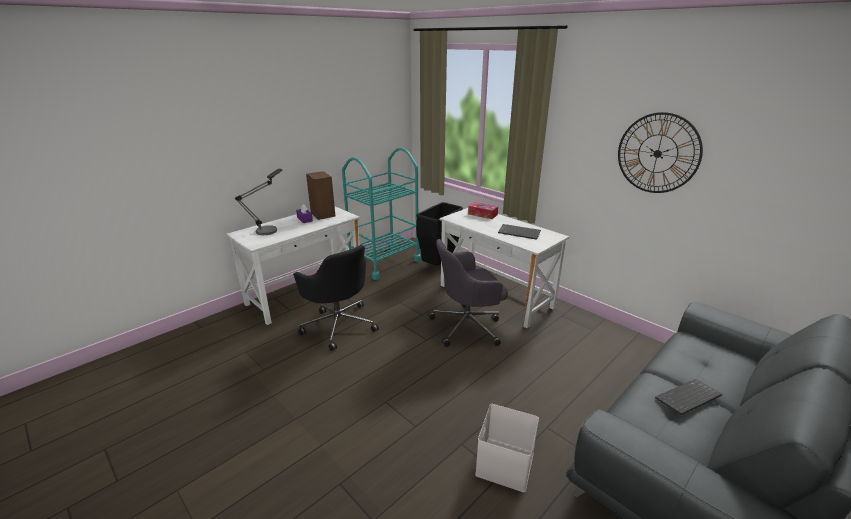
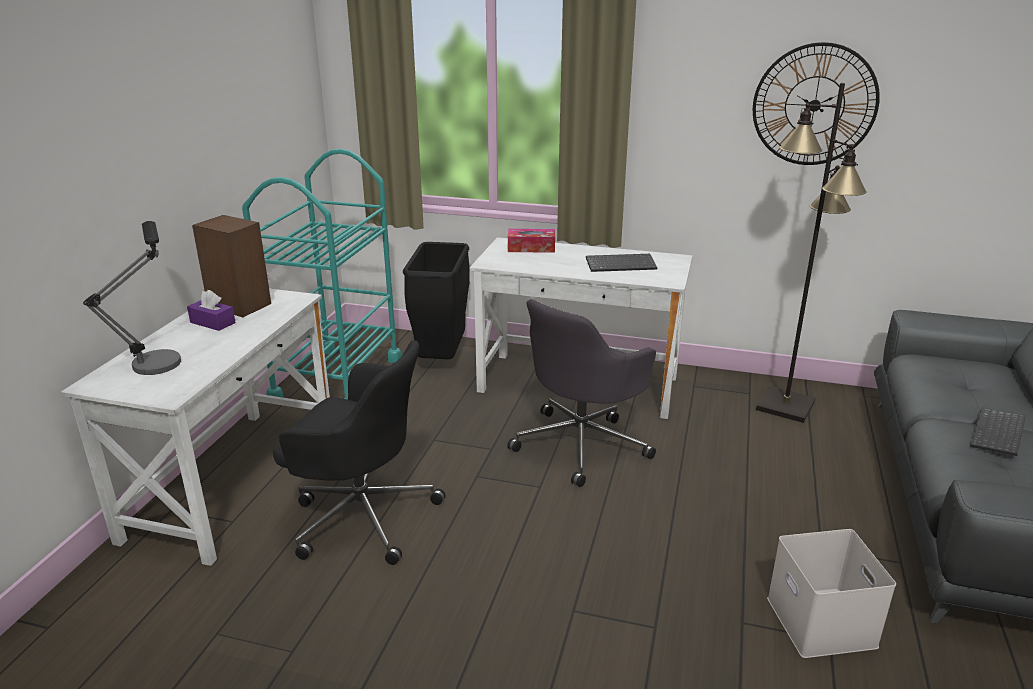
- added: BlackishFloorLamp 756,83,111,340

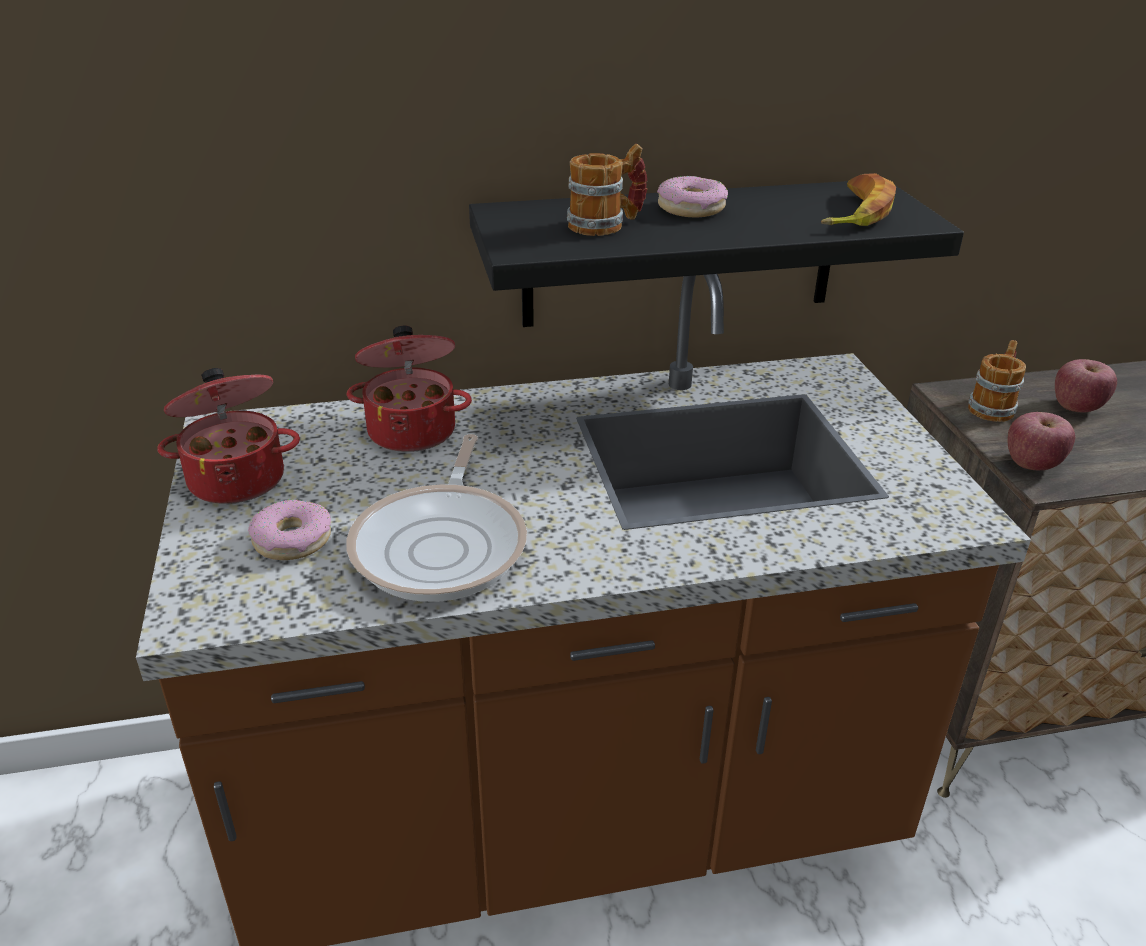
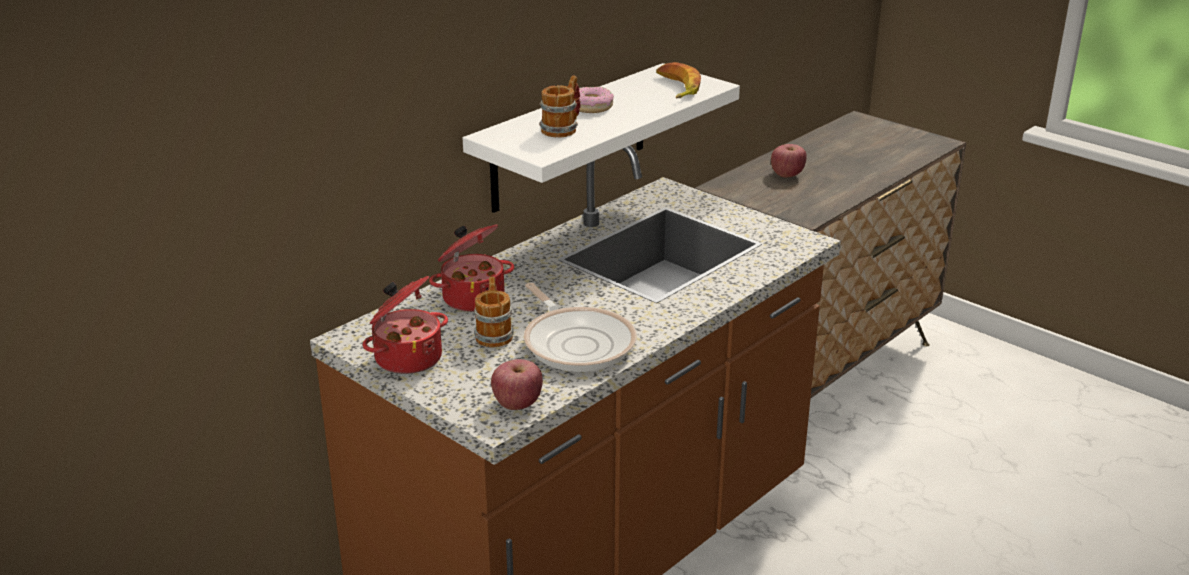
- recoloured: BlackishWallShelf 469,181,495,146 to WhitishWallShelf 463,63,277,150
- moved: CoffeeMug 968,340,58,82 to 474,277,39,70
- moved: WholeApple 1008,412,67,58 to 491,359,52,51
- removed: Doughnut 248,500,83,60

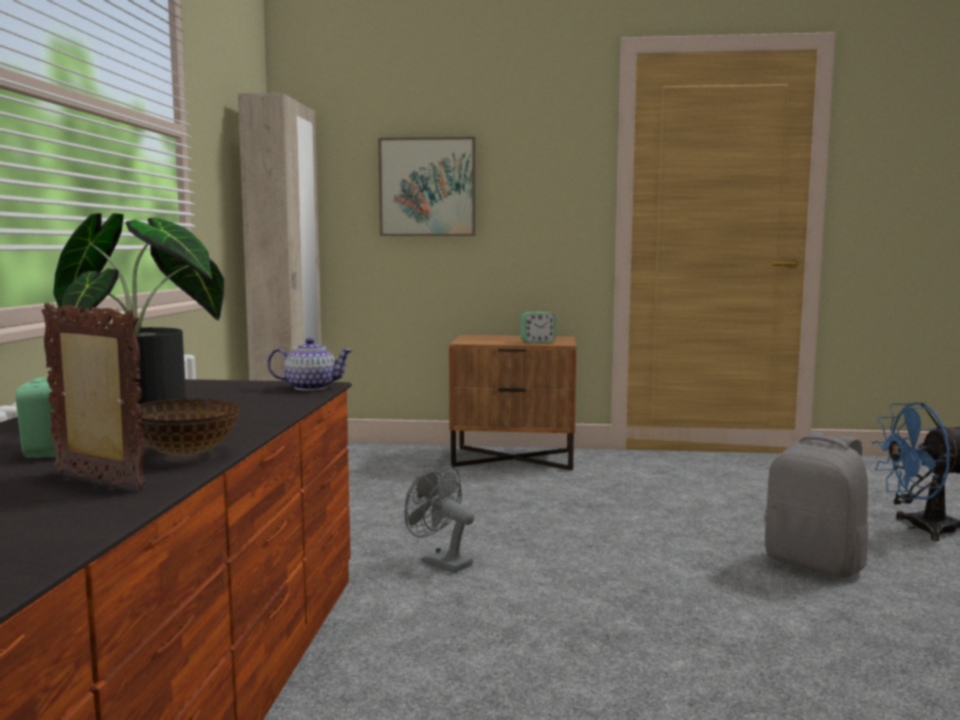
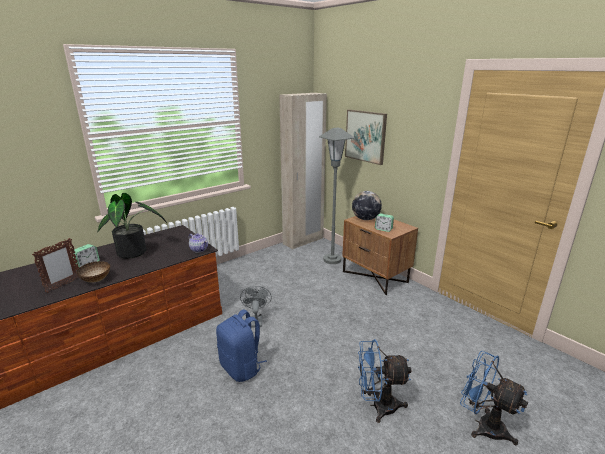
- turned: StandingFrame 41,303,105,187 = 32,238,47,55 45 degrees clockwise
- replaced: GreyKnapsack 764,431,104,147 to BlueFan 358,339,53,84
- added: GreyFloorLamp 319,127,36,137
- added: Globe 352,191,30,29
- added: BlueKnapsack 216,309,51,73

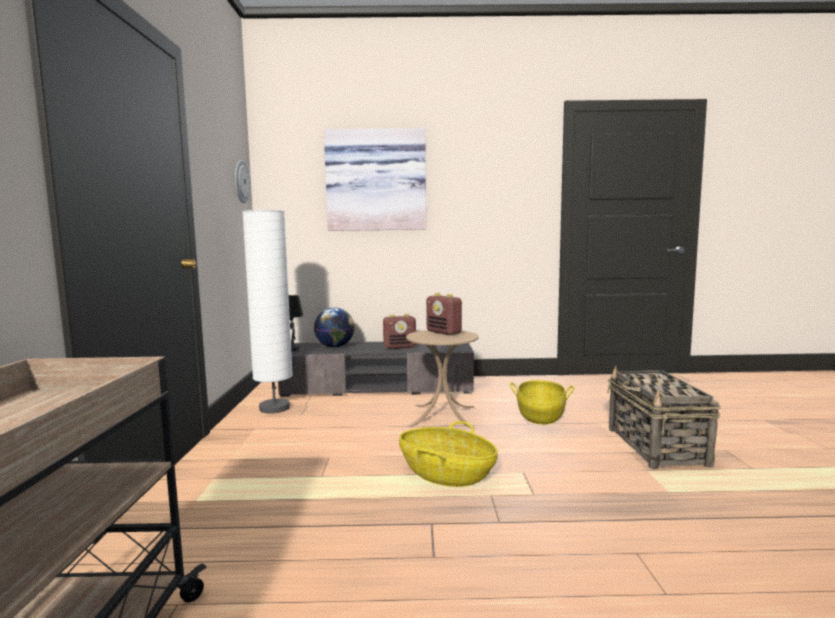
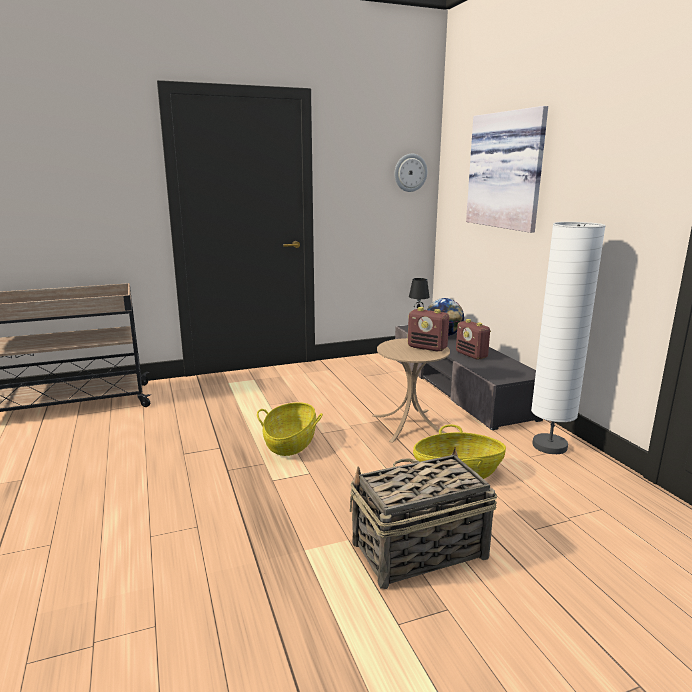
- moved: WhitishFloorLamp 242,210,51,204 to 531,222,75,232
- turned: RadioReceiver 426,293,37,42 = 408,307,41,45 90 degrees counterclockwise

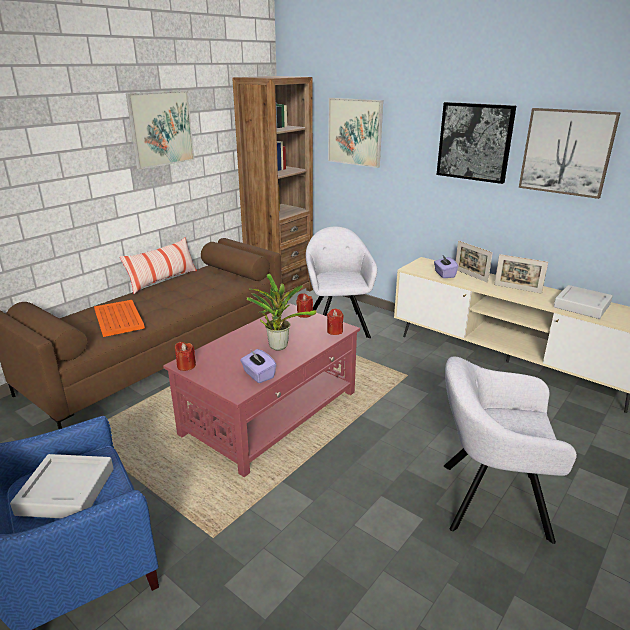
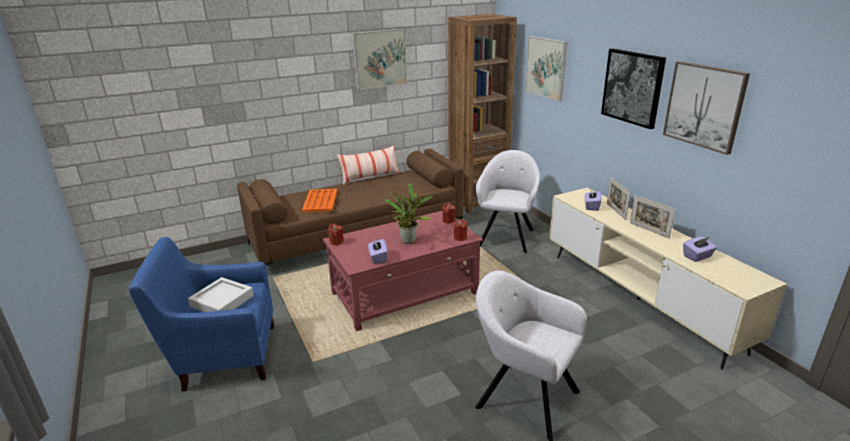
- replaced: GreyServingTray 554,285,59,34 to PurpleColouredTissueHolder 683,237,34,25

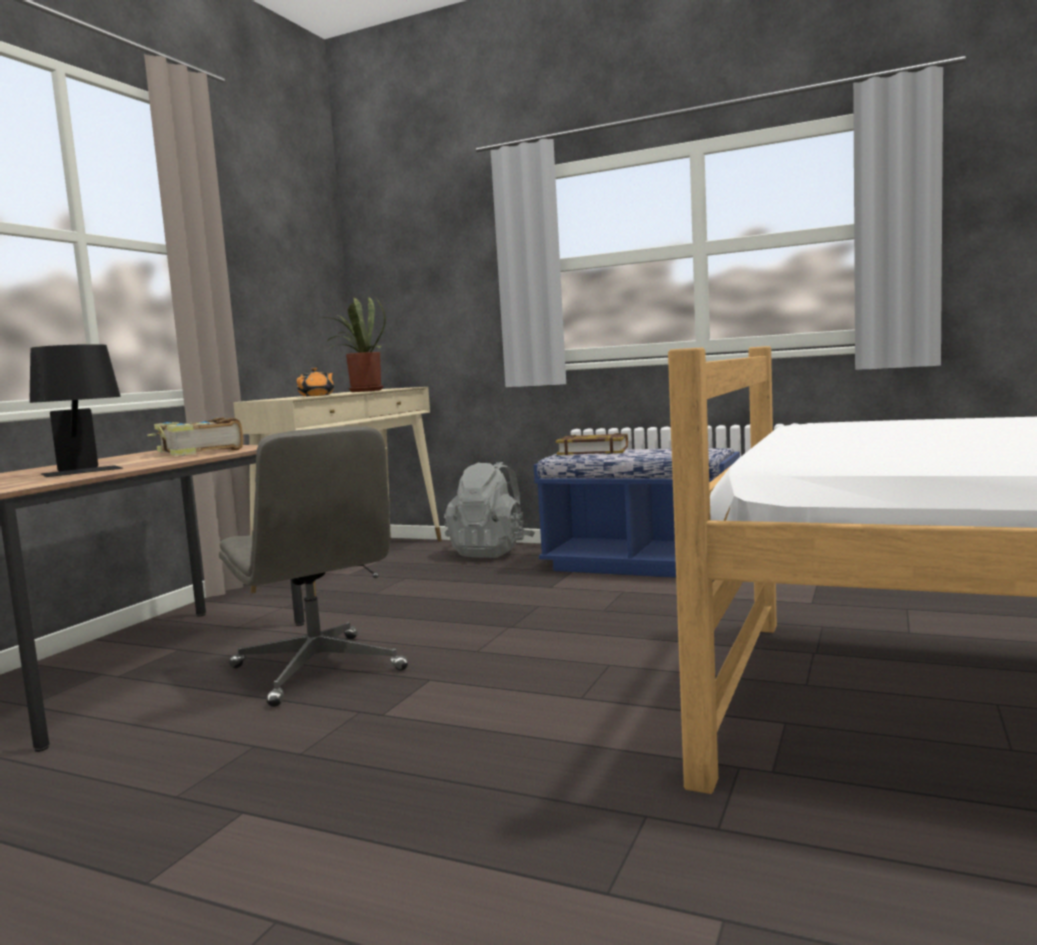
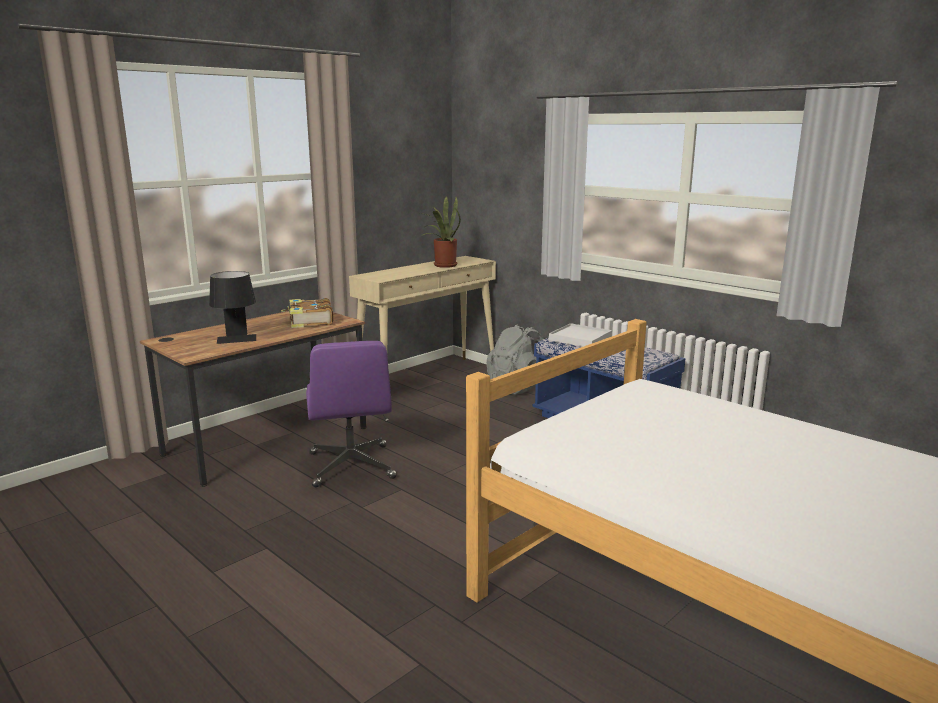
- removed: OrangeTeaPot 297,368,37,28
- recoloured: GreyComputerChair 219,426,189,281 to PurpleColouredComputerChair 306,341,90,146
- replaced: Volume 556,433,72,22 to WhitishServingTray 549,323,63,24

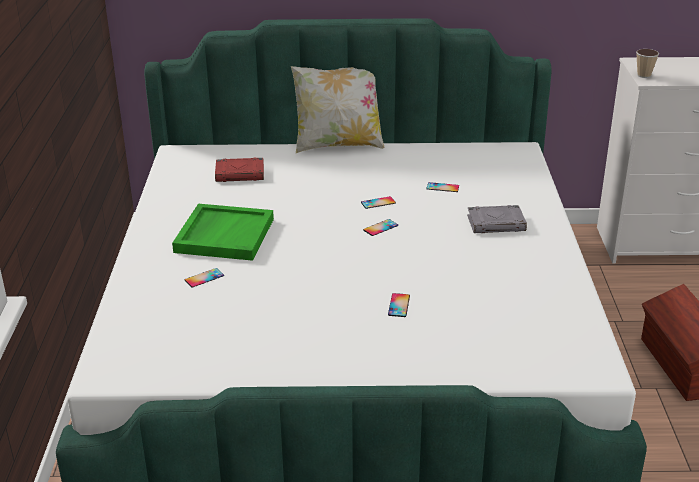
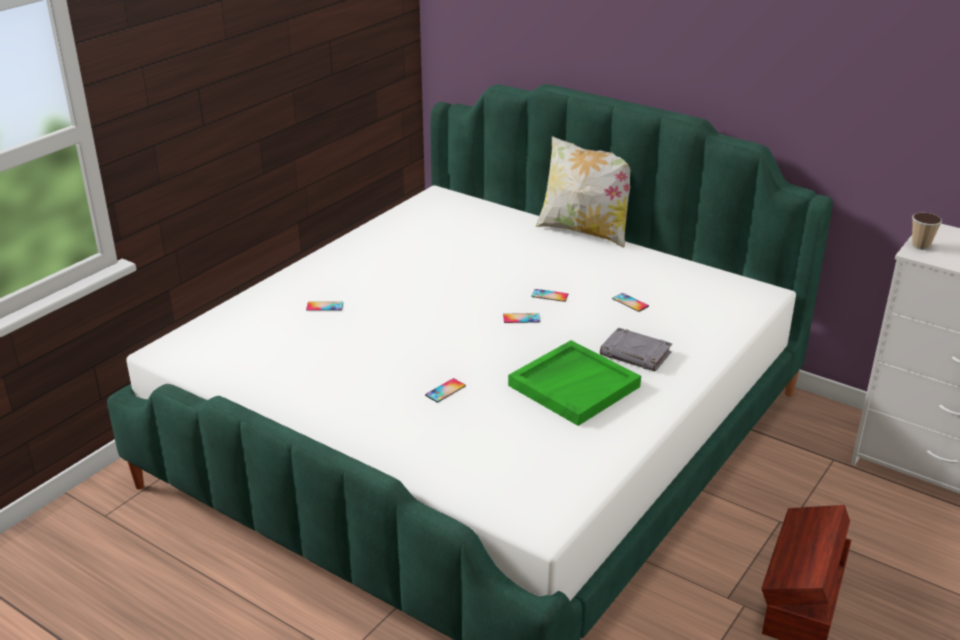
- removed: ReddishVolume 215,157,49,25
- moved: GreenColouredServingTray 172,204,102,57 to 508,340,133,86

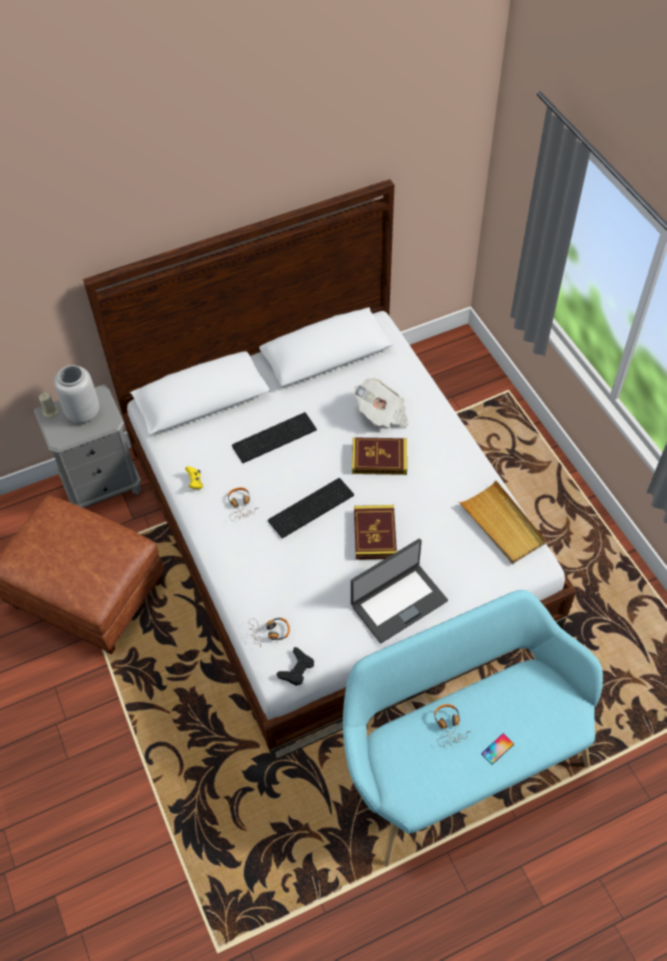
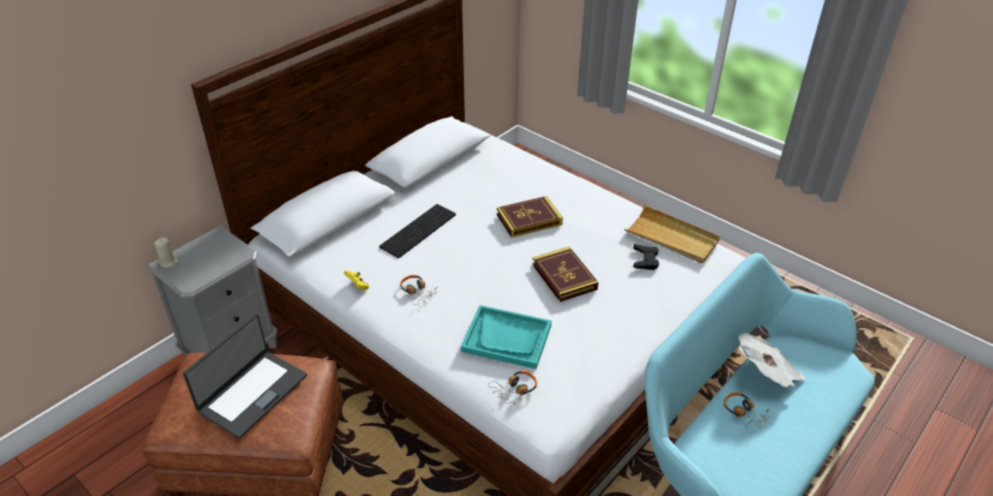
- removed: GreyVase 54,365,45,58
- moved: DailyPaper 354,378,54,50 to 738,333,67,55
- removed: PcKeyboard 268,478,86,60
- moved: NotebookComputer 351,539,97,104 to 183,314,124,125
- moved: BlackishGamepad 276,647,38,39 to 633,244,26,26
- removed: Telephone 481,734,33,31
- added: TurquoiseColouredServingTray 461,305,91,64

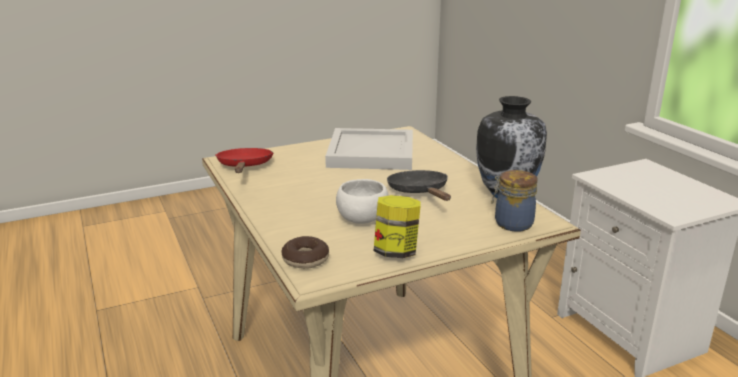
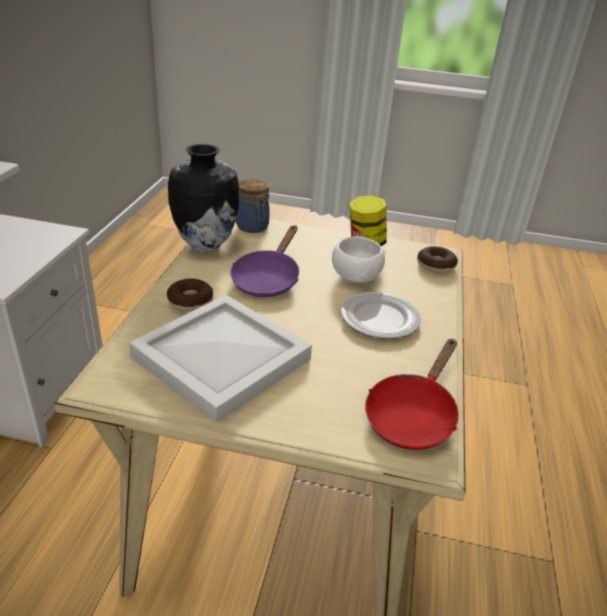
- recoloured: BlackishSkillet 387,170,64,31 to PurpleColouredSkillet 230,225,69,72
- added: Doughnut 167,278,46,33
- added: FlatDish 341,292,80,47

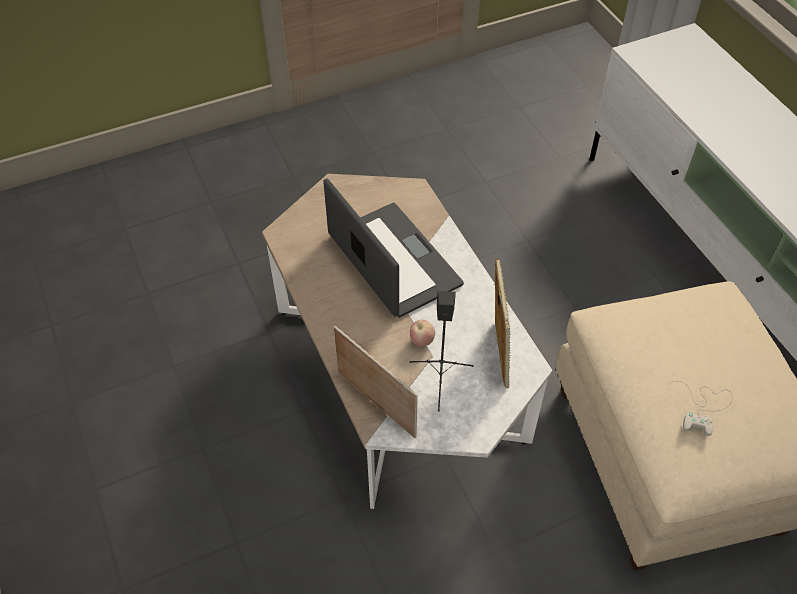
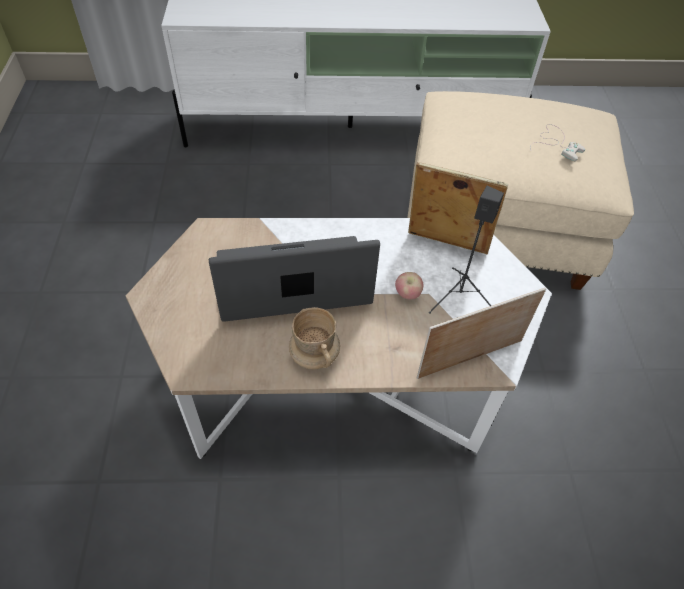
- added: SandColouredCoffeeMug 289,307,51,62

